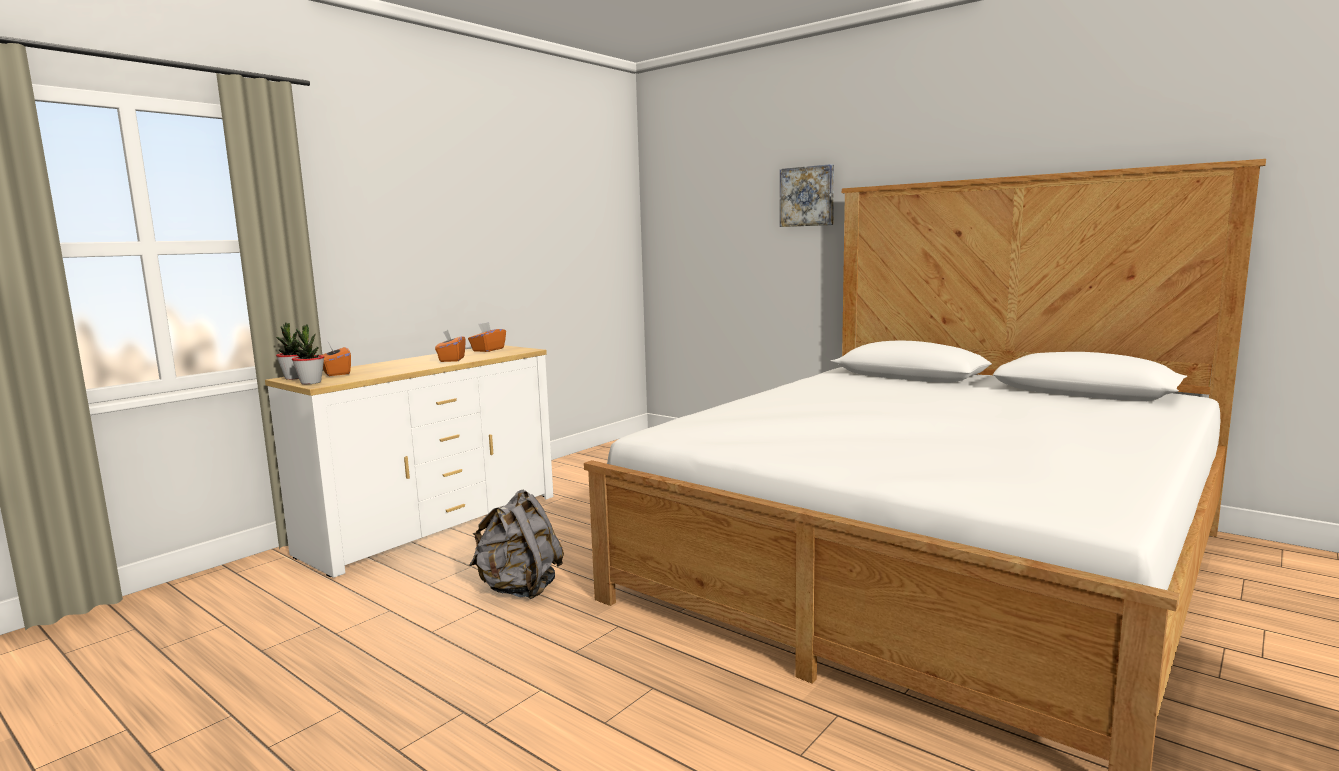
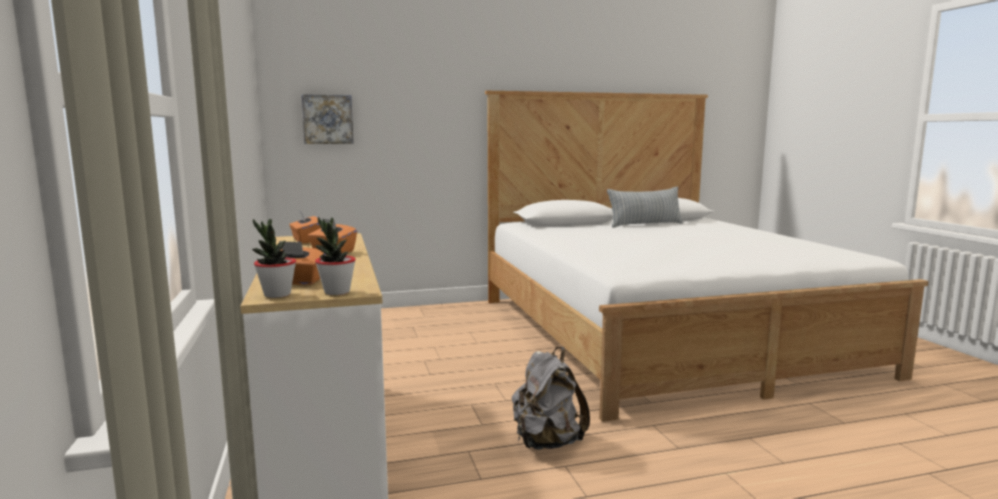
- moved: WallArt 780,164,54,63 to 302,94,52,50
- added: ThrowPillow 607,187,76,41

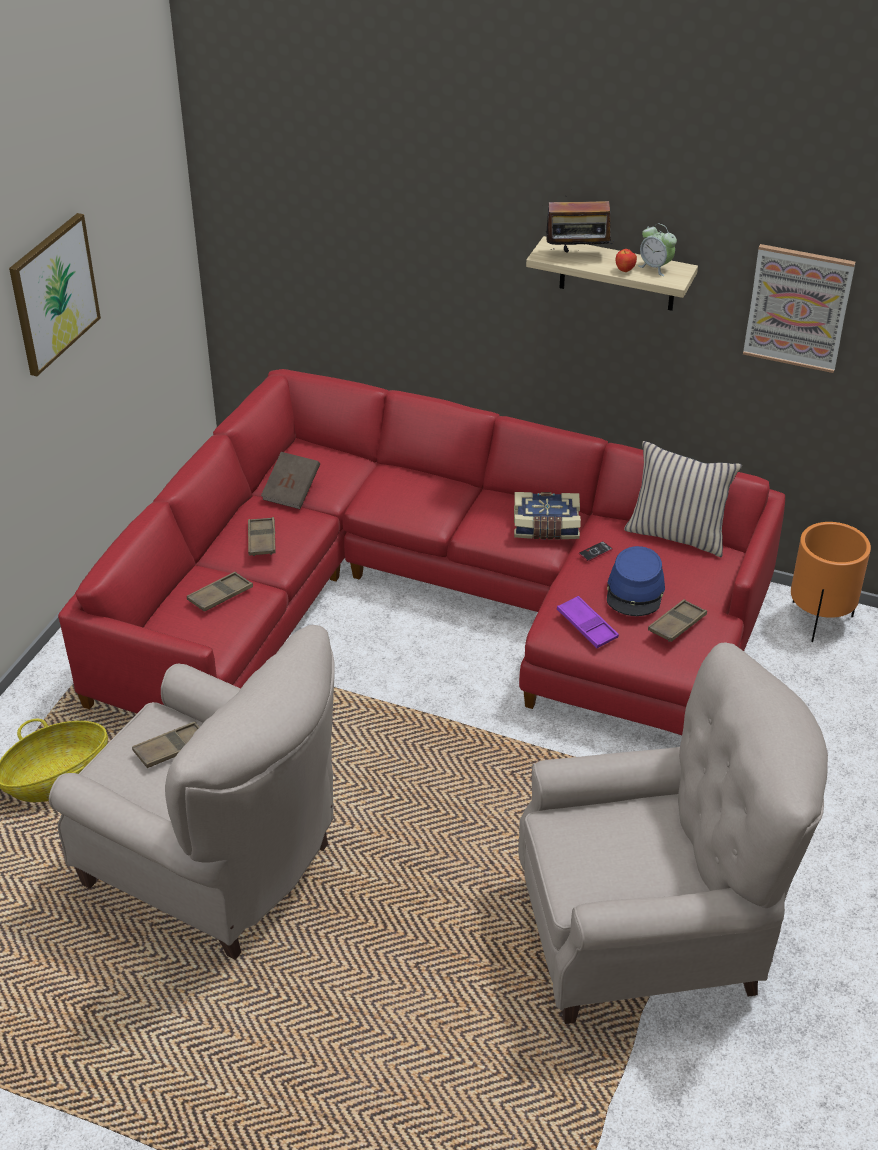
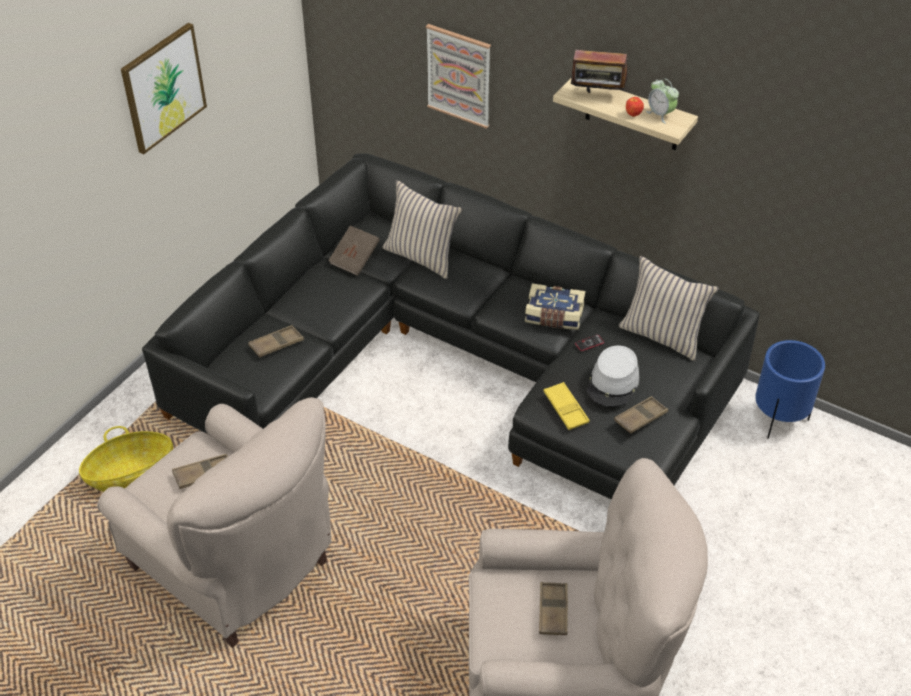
- moved: WallArt 743,244,112,129 to 426,24,65,105
- recoloured: ReddishSettee 58,369,727,366 to BlackishSettee 142,154,618,346
- moved: BrownColouredServingTray 248,517,28,39 to 539,582,29,53
- recoloured: OrangePlanter 791,522,80,120 to BluePlanter 755,340,70,99
- recoloured: BlueHat 607,546,58,70 to GreyHat 587,346,52,61
- recoloured: PurpleColouredServingTray 557,596,62,52 to YellowServingTray 543,382,46,48
- added: SandColouredThrowPillow 382,180,81,99

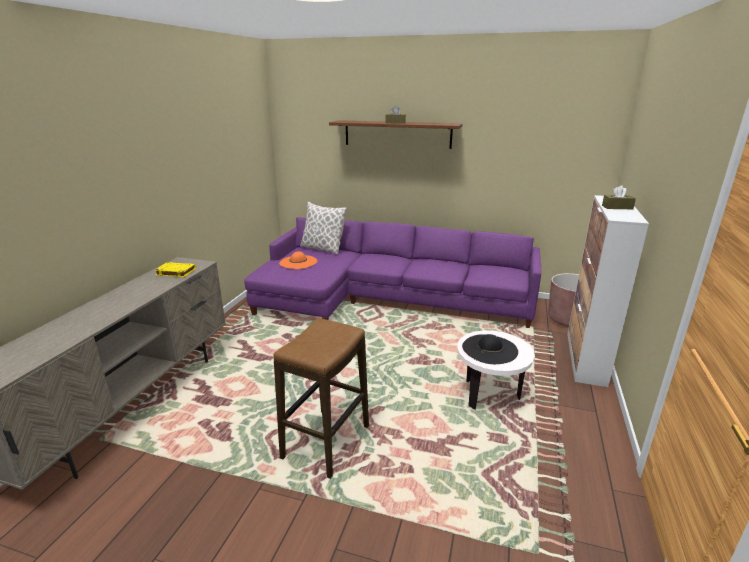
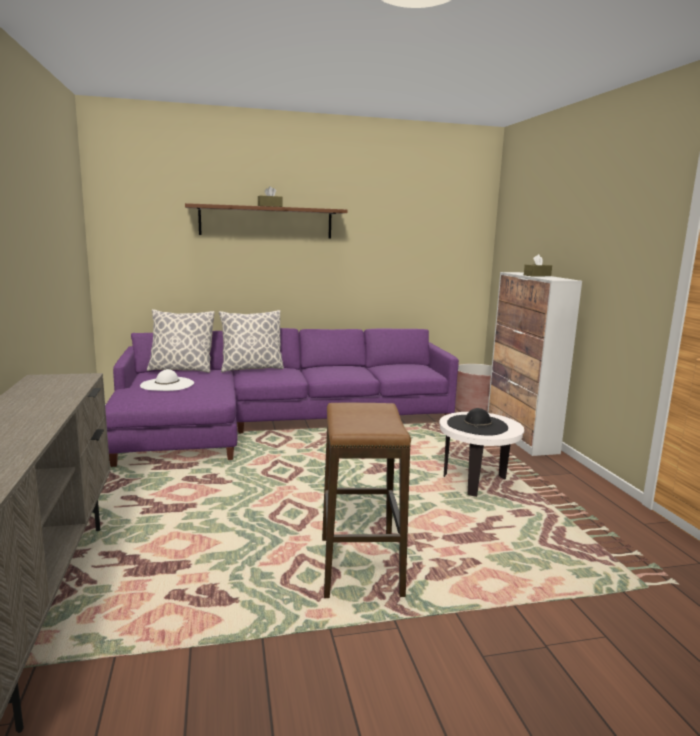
- recoloured: OrangeHat 279,251,38,18 to WhitishHat 140,369,54,22
- removed: YellowVolume 155,262,41,15
- added: ThrowPillow 219,310,65,62

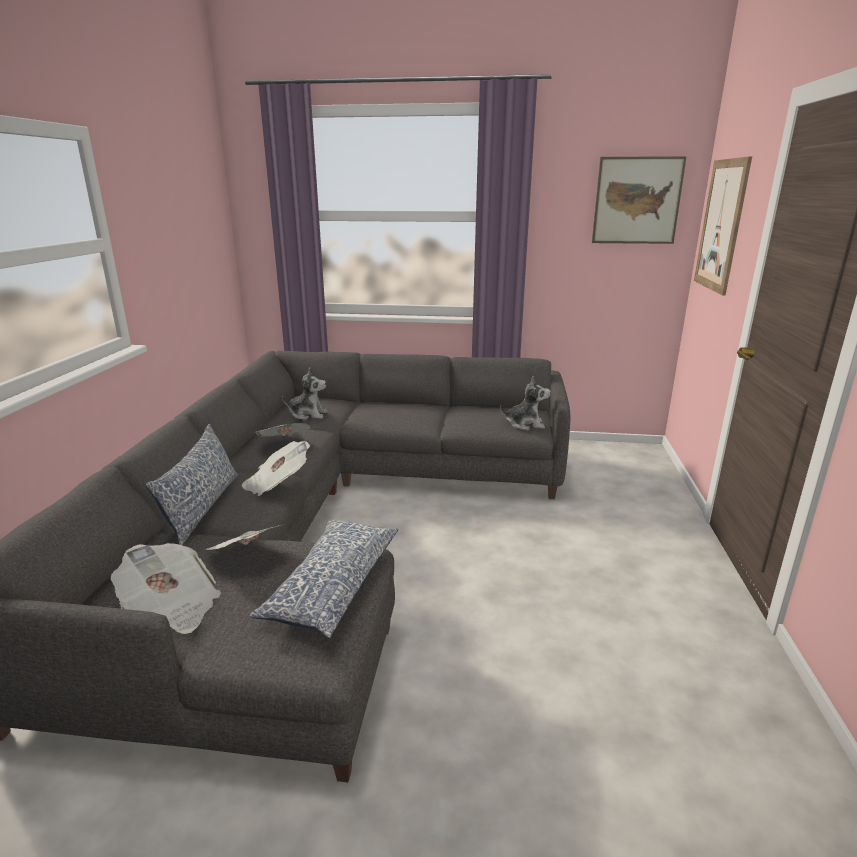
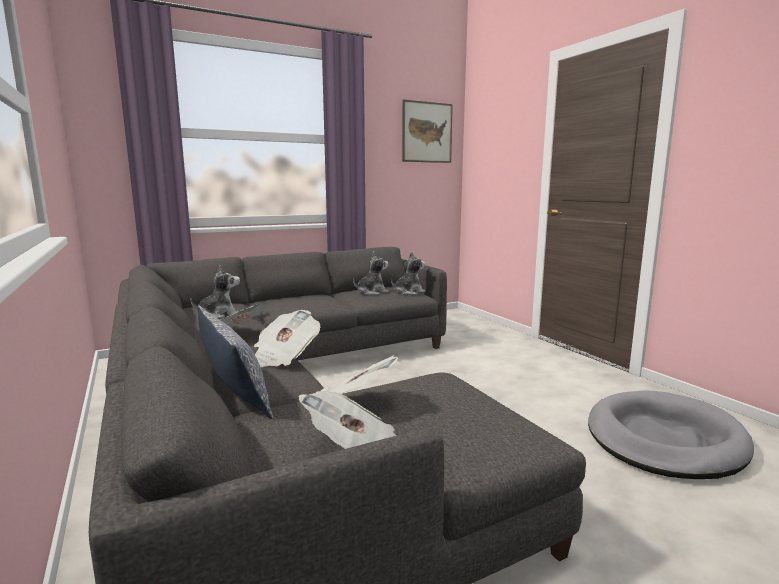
- removed: WallArt 694,156,58,140
- removed: ThrowPillow 249,519,149,120
- added: PlushToy 353,252,36,43
- added: GreyDogBed 588,391,166,88

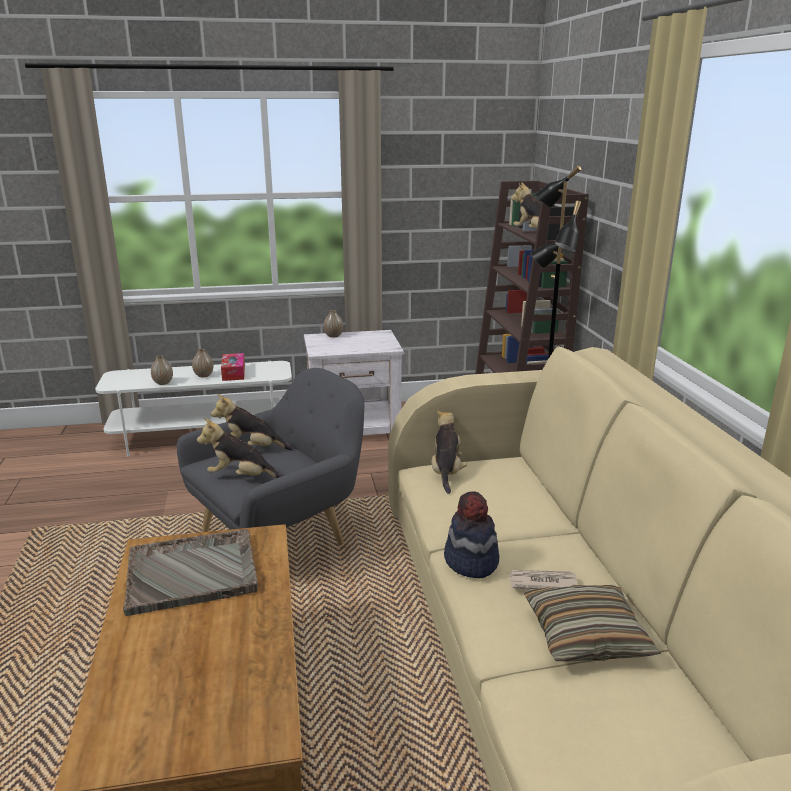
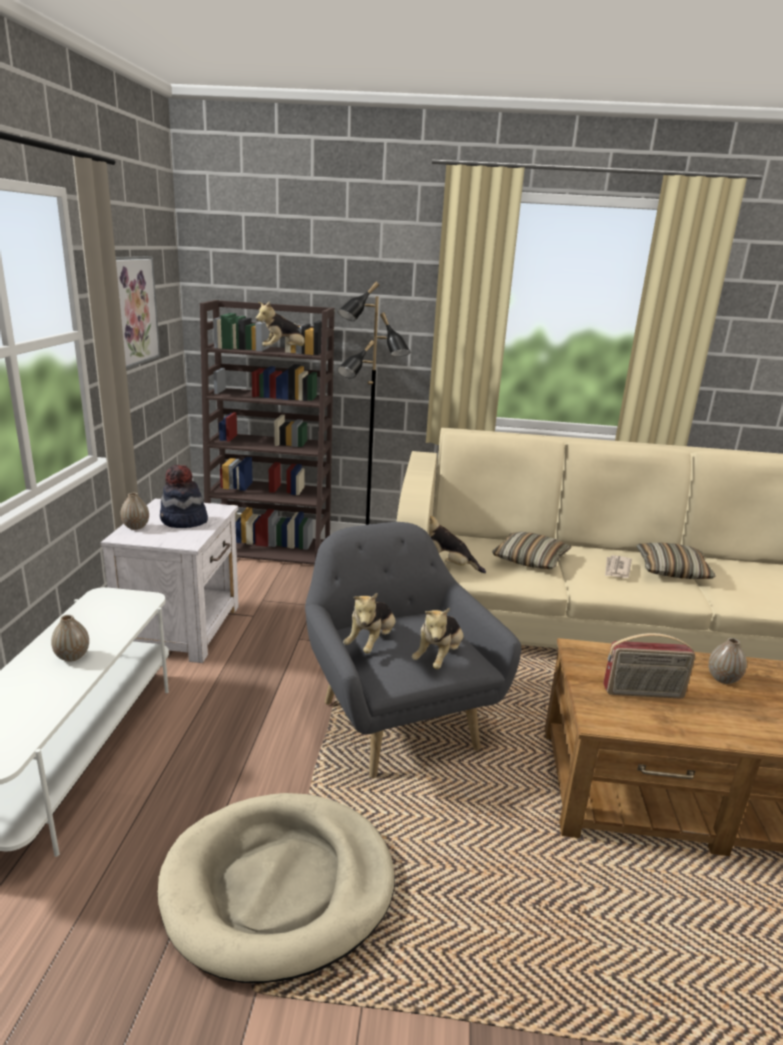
- removed: TissueHolder 221,353,24,28
- moved: Vase 151,356,22,29 to 708,638,39,46
- moved: Hat 444,491,55,87 to 160,465,48,63
- replaced: GreyServingTray 123,529,135,87 to RadioReceiver 603,633,92,66
- added: WallArt 116,256,44,113
- added: ThrowPillow 492,532,79,37
- added: SandColouredDogBed 158,793,237,190

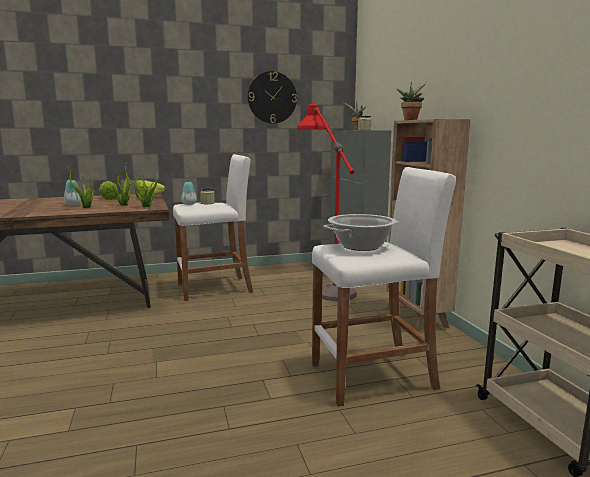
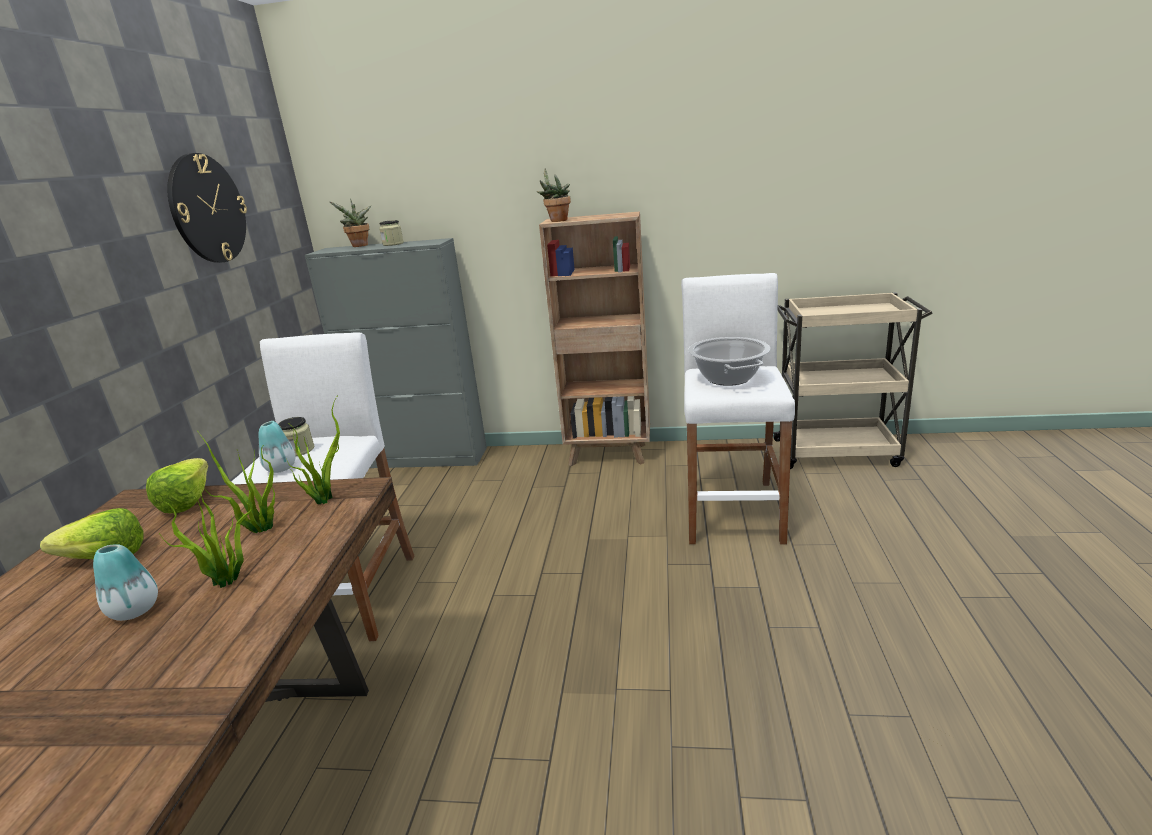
- removed: ReddishFloorLamp 297,104,60,197

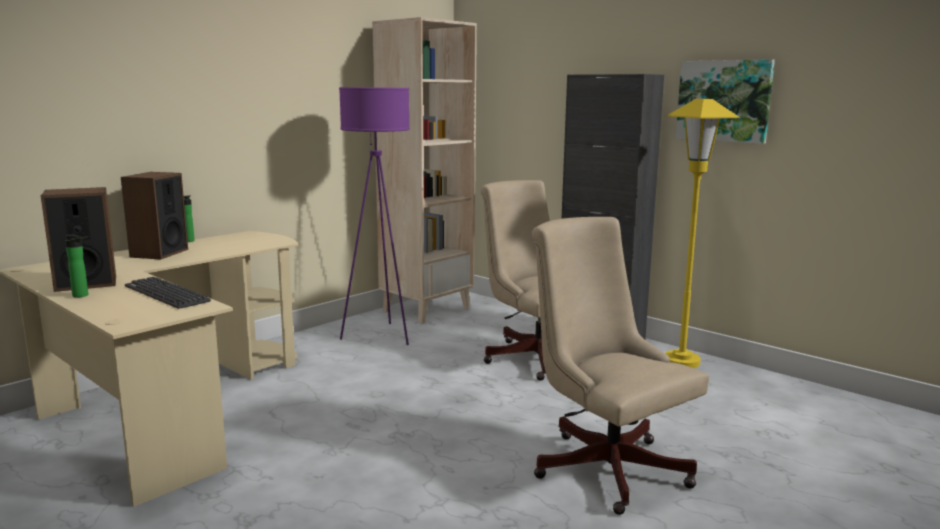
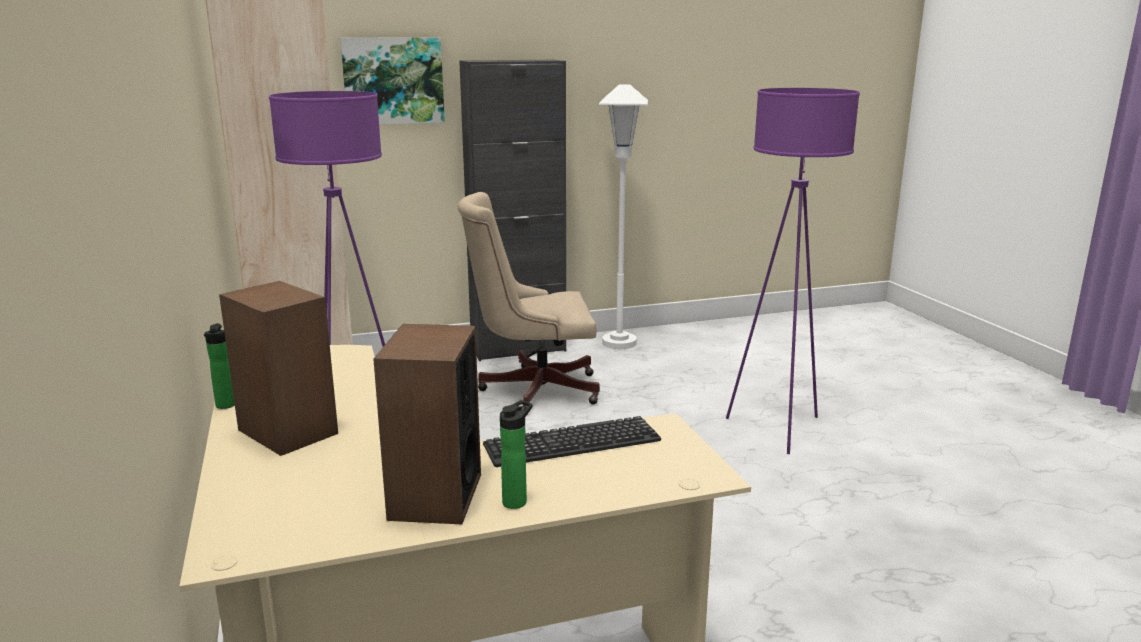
- moved: WallArt 676,59,99,85 to 340,37,105,88
- recoloured: YellowFloorLamp 665,99,74,269 to WhitishFloorLamp 599,85,49,264
- replaced: SandColouredComputerChair 532,217,177,298 to PurpleColouredFloorLamp 726,88,134,366

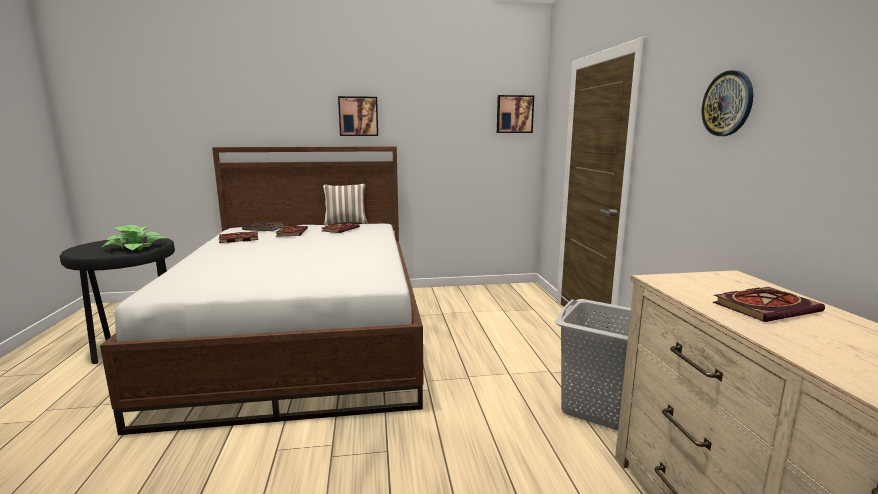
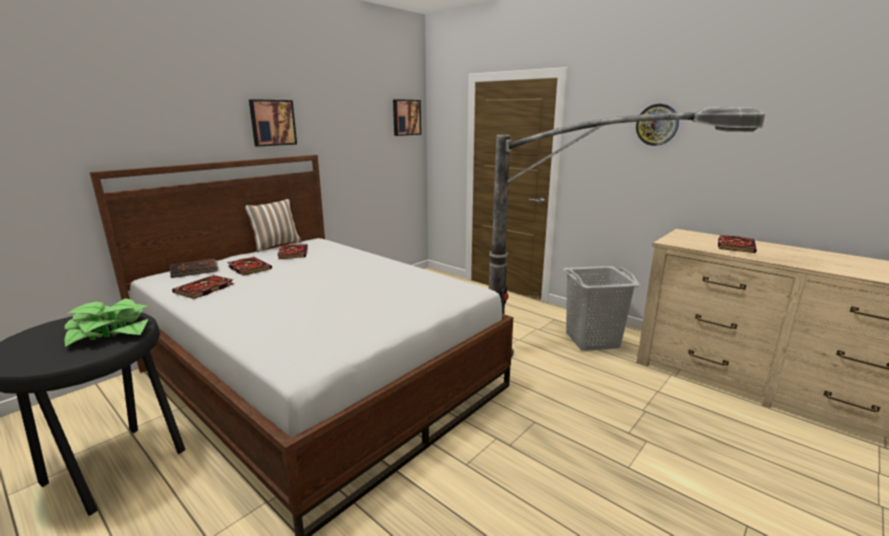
- added: FloorLamp 489,107,276,250

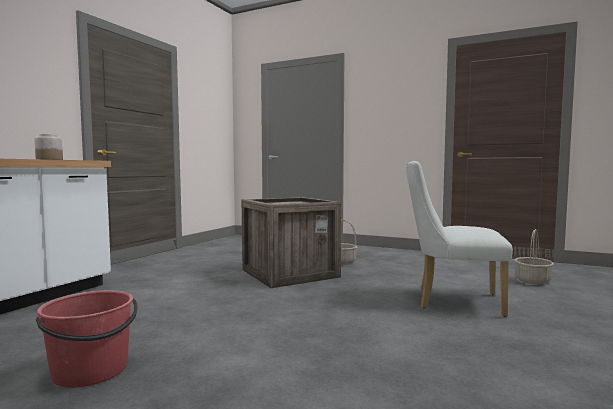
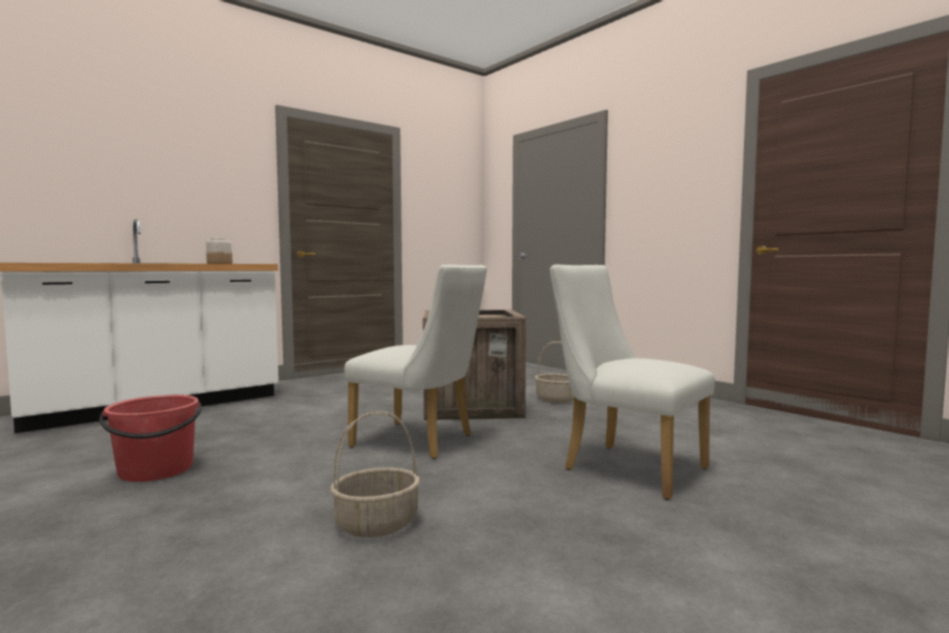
- moved: Basket 514,229,40,55 to 330,411,90,126
- added: WhitishPlainChair 344,265,143,194

